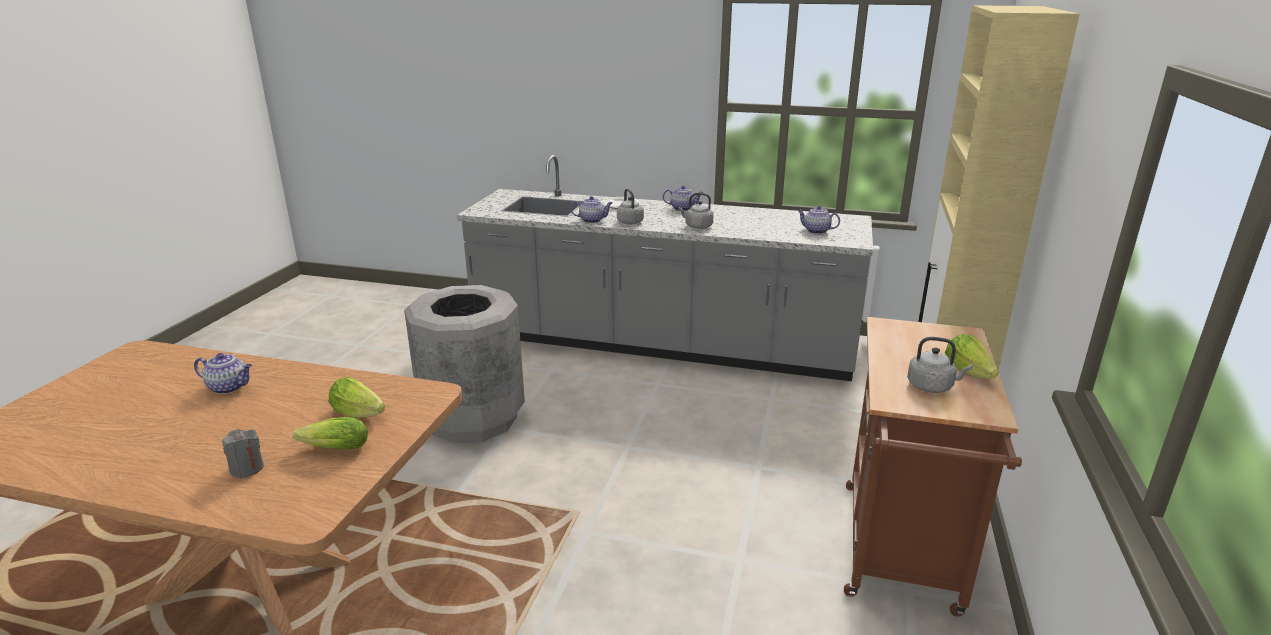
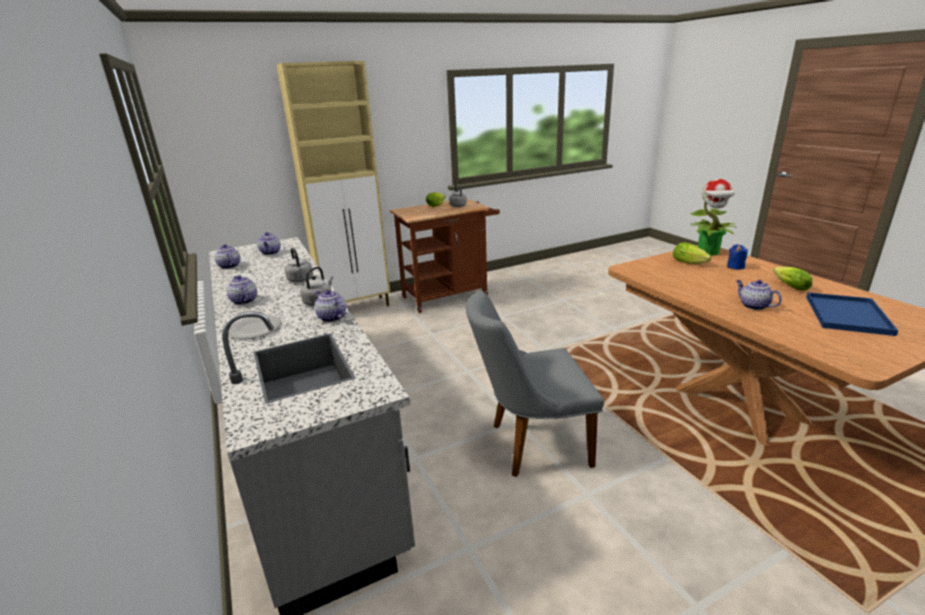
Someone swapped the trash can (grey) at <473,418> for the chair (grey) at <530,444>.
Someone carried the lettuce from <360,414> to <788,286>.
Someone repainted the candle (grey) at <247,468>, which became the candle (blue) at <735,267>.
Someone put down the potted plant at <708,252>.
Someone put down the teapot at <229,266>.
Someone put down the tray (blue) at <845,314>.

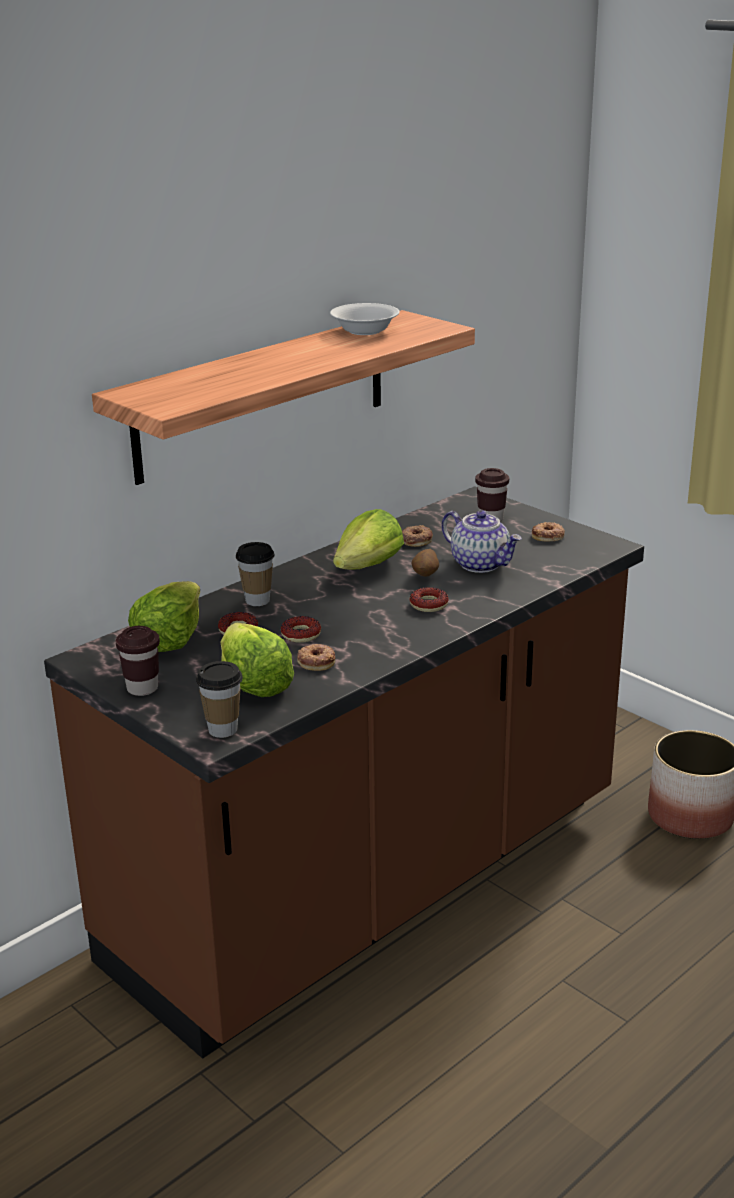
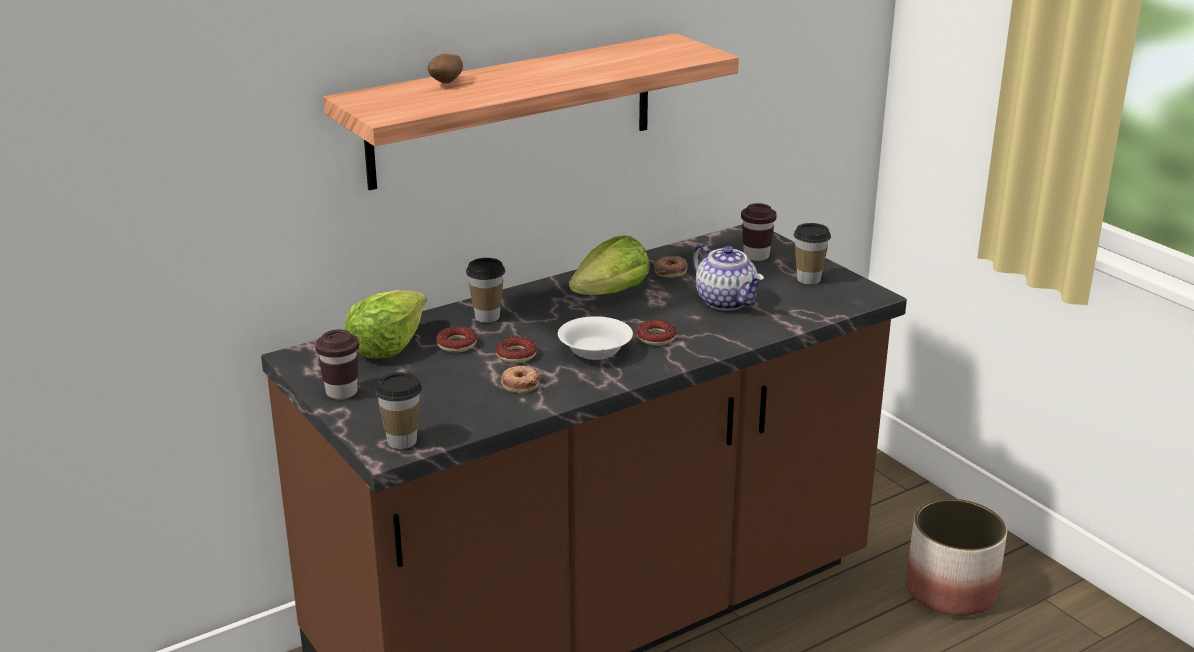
Someone carried the bowl (white) from <364,331> to <594,352>.
Someone swapped the donut at <548,536> for the cup at <808,279>.
Someone carried the potato from <425,575> to <446,83>.
Someone took away the lettuce at <253,683>.

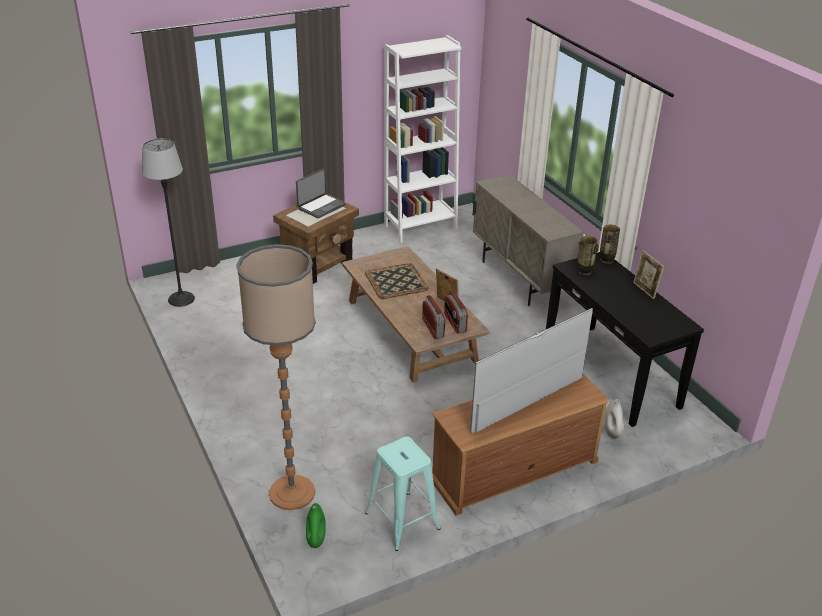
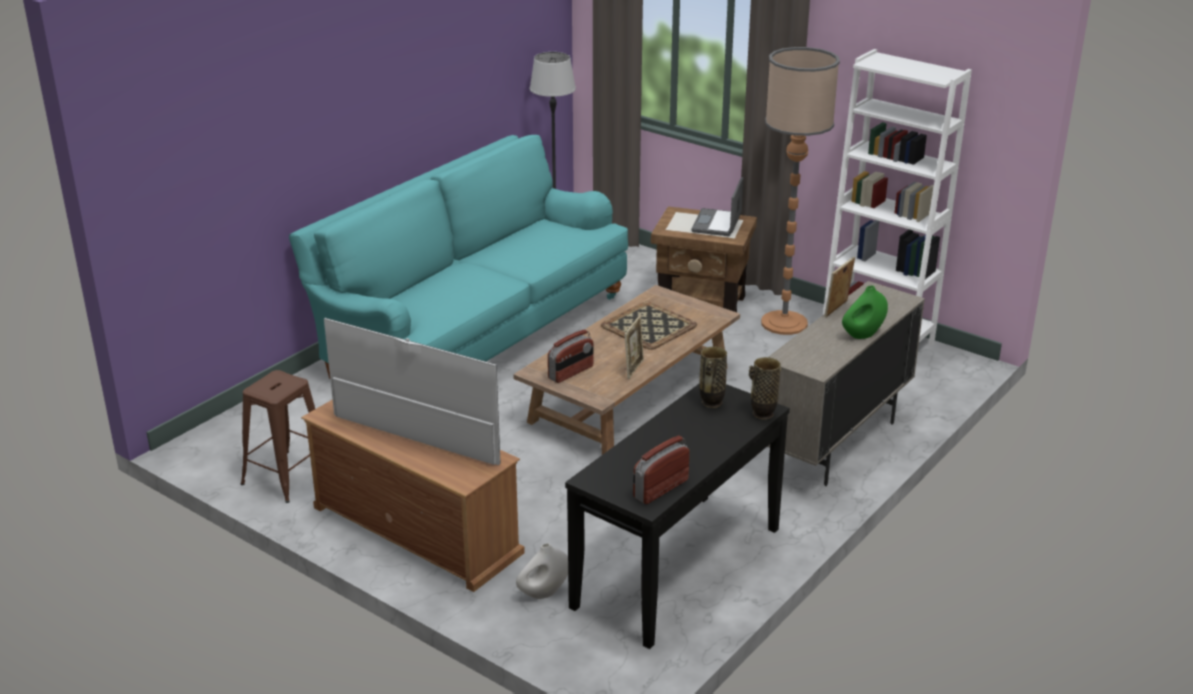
Someone rotated the laptop at <321,206> by 90 degrees clockwise.
Someone carried the floor lamp from <291,493> to <784,323>.
Someone carried the picture frame from <645,290> to <837,310>.
Someone carried the radio from <454,323> to <660,489>.
Someone repainted the stool (turquoise) at <402,521>, which became the stool (brown) at <287,476>.
Someone carried the vase (green) from <316,540> to <862,335>.
Someone put down the sofa (turquoise) at <474,335>.

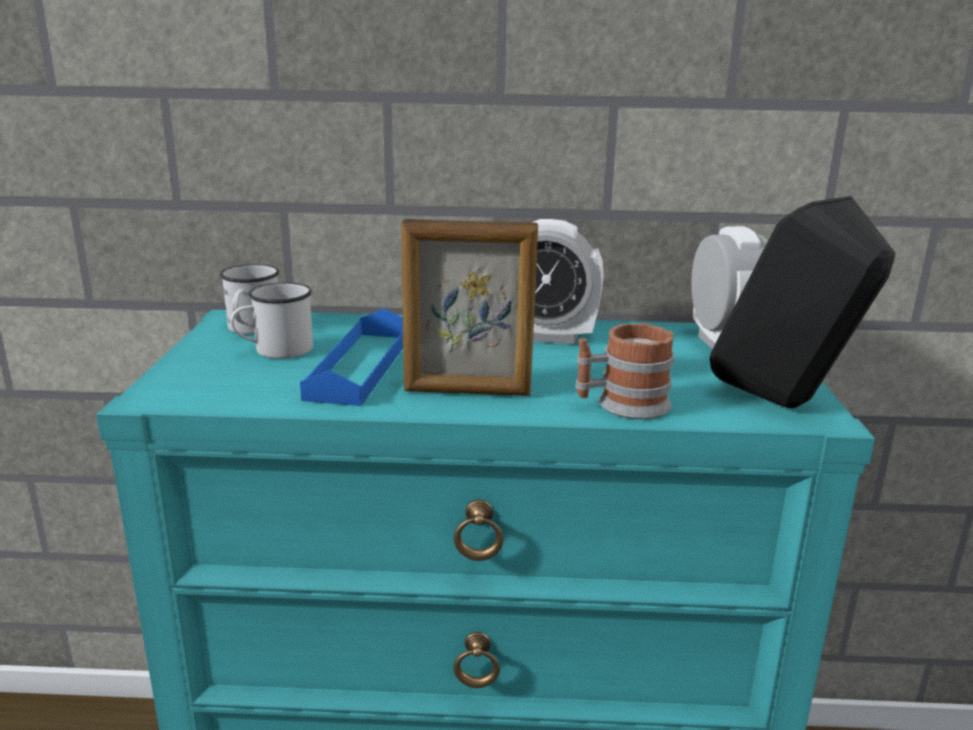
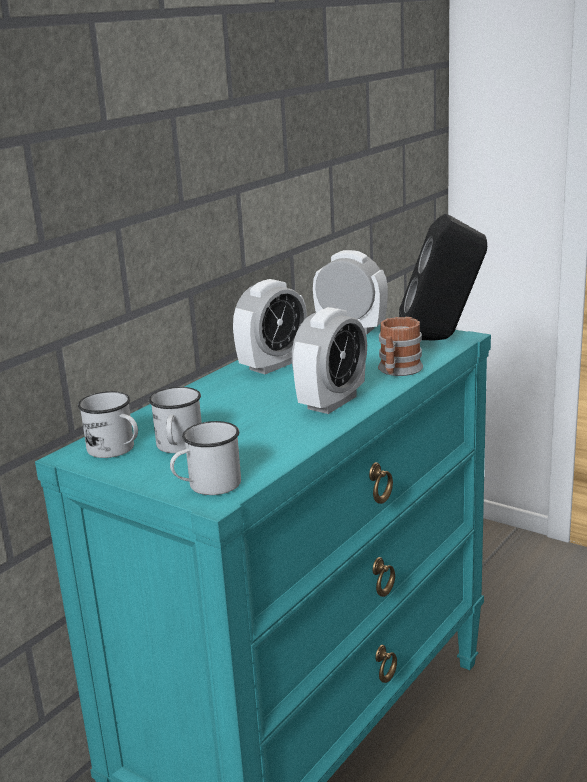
Someone swapped the picture frame at <467,391> for the alarm clock at <332,402>.
Someone took away the tray (blue) at <361,366>.
Someone put down the mug (white) at <207,486>.

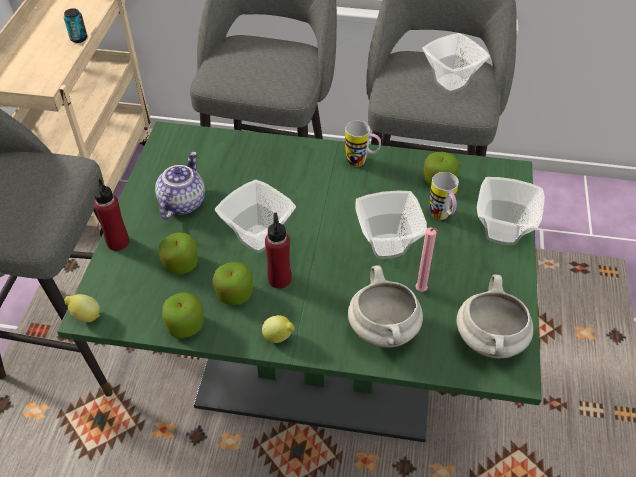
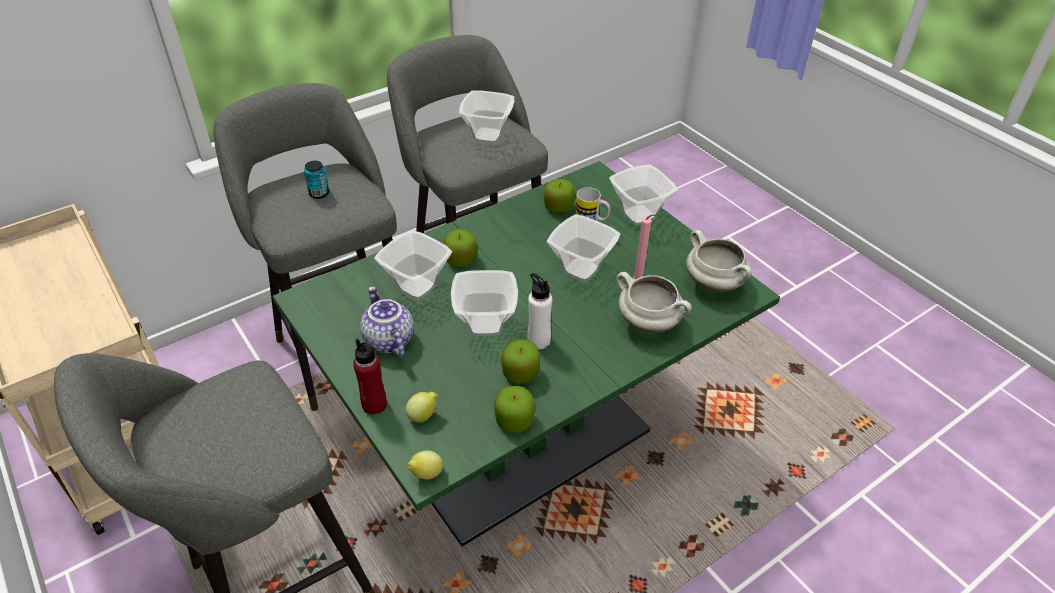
Someone carried the can from <79,38> to <319,193>.
Someone took away the mug at <361,162>.
Someone repainted the bottle (red) at <279,279>, which became the bottle (white) at <538,340>.
Someone carried the apple from <181,264> to <460,259>.
Someone carried the lemon from <279,337> to <423,415>.
Someone put down the bowl at <416,288>.

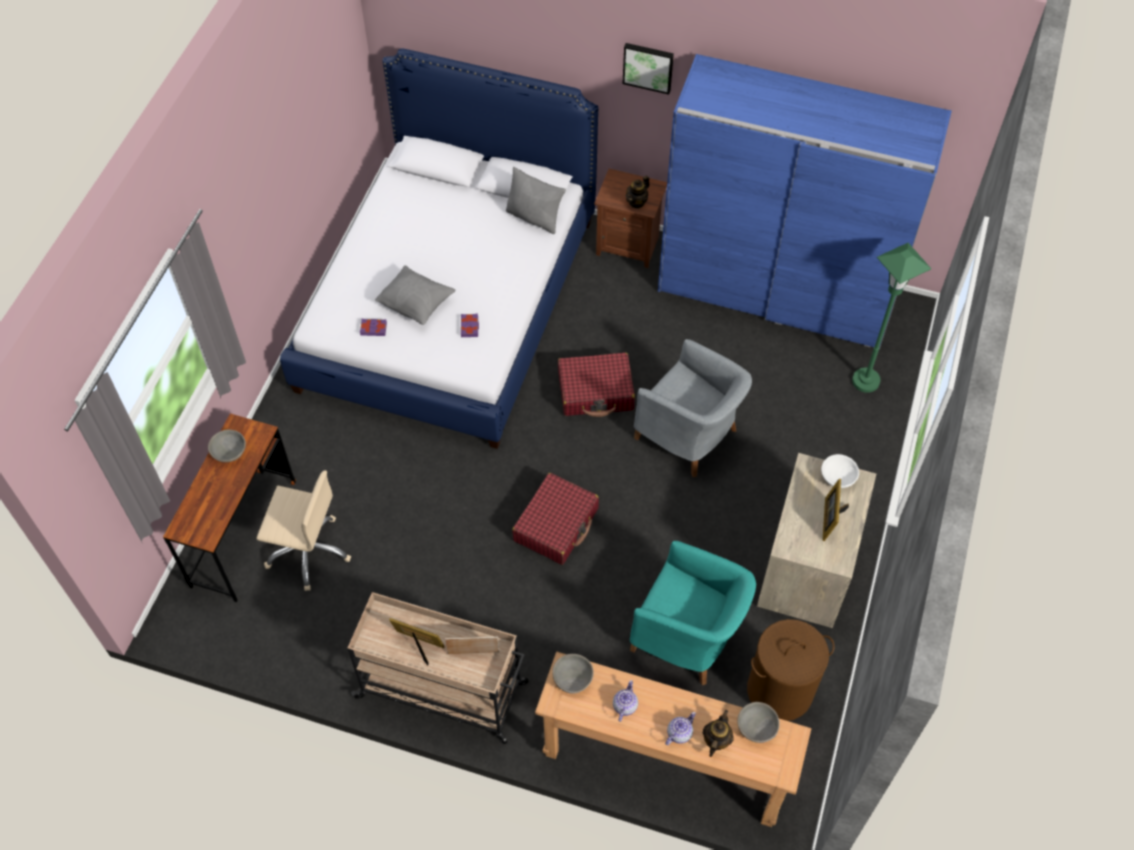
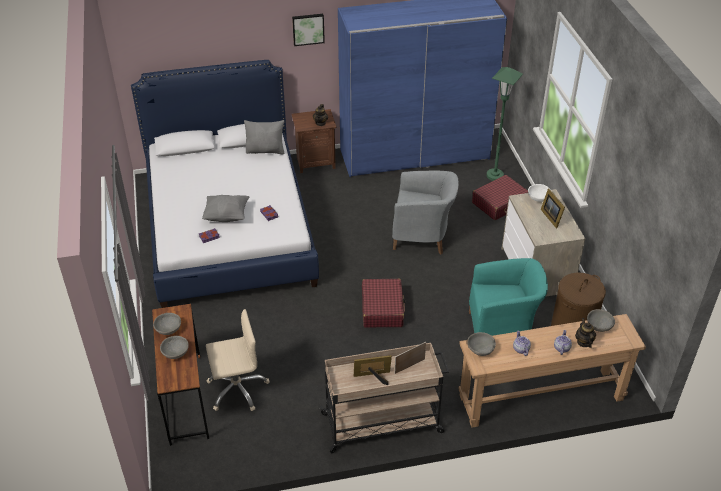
Someone carried the suitcase (red) from <596,391> to <500,203>.
Someone put down the bowl (grey) at <176,352>.

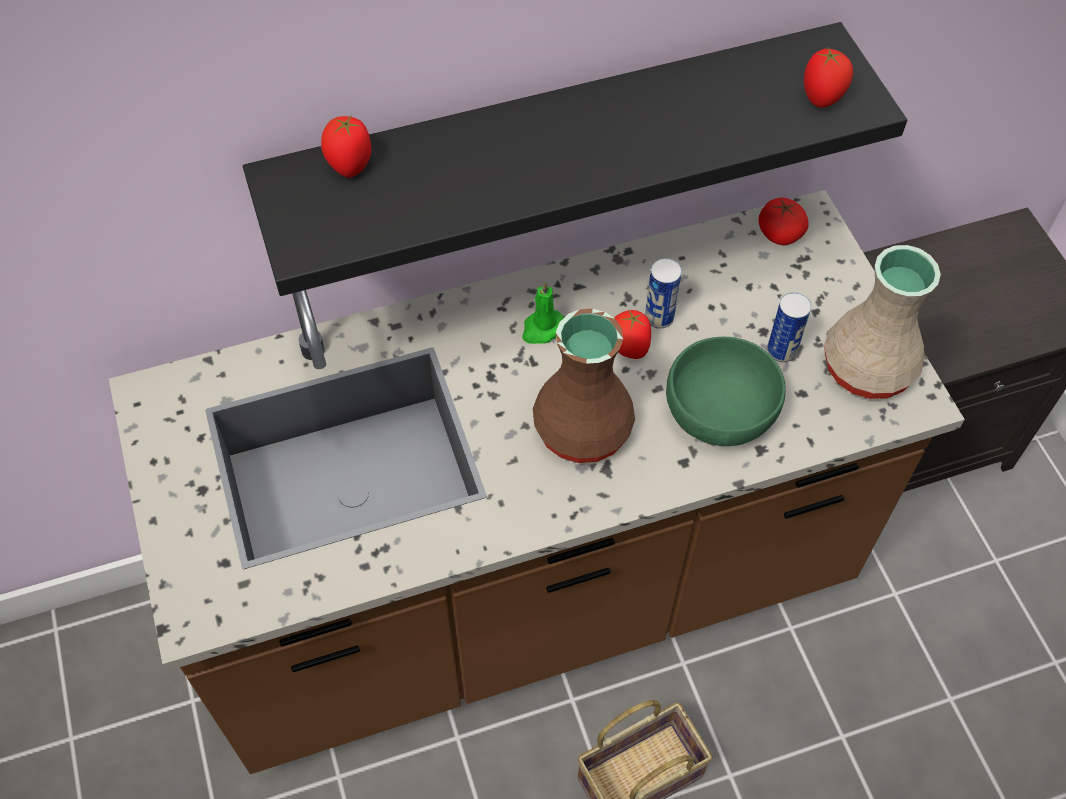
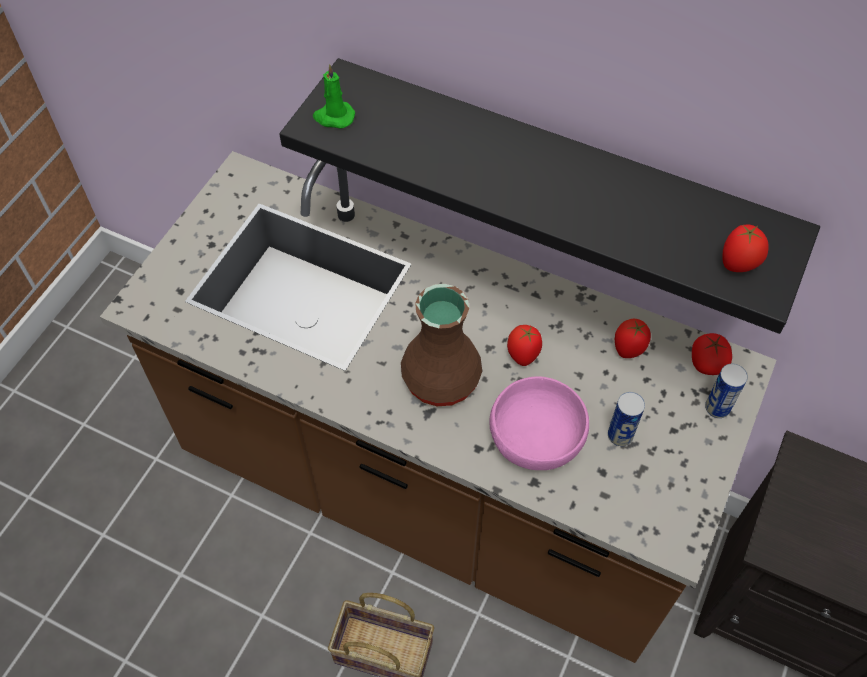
Someone carried the tomato from <350,165> to <629,349>.
Someone took away the vase (beige) at <867,365>.
Someone carried the can from <659,317> to <717,408>.
Someone carried the candle (green) from <542,329> to <333,117>.
Someone repainted the bowl (green) at <721,410>, which became the bowl (pink) at <537,438>.

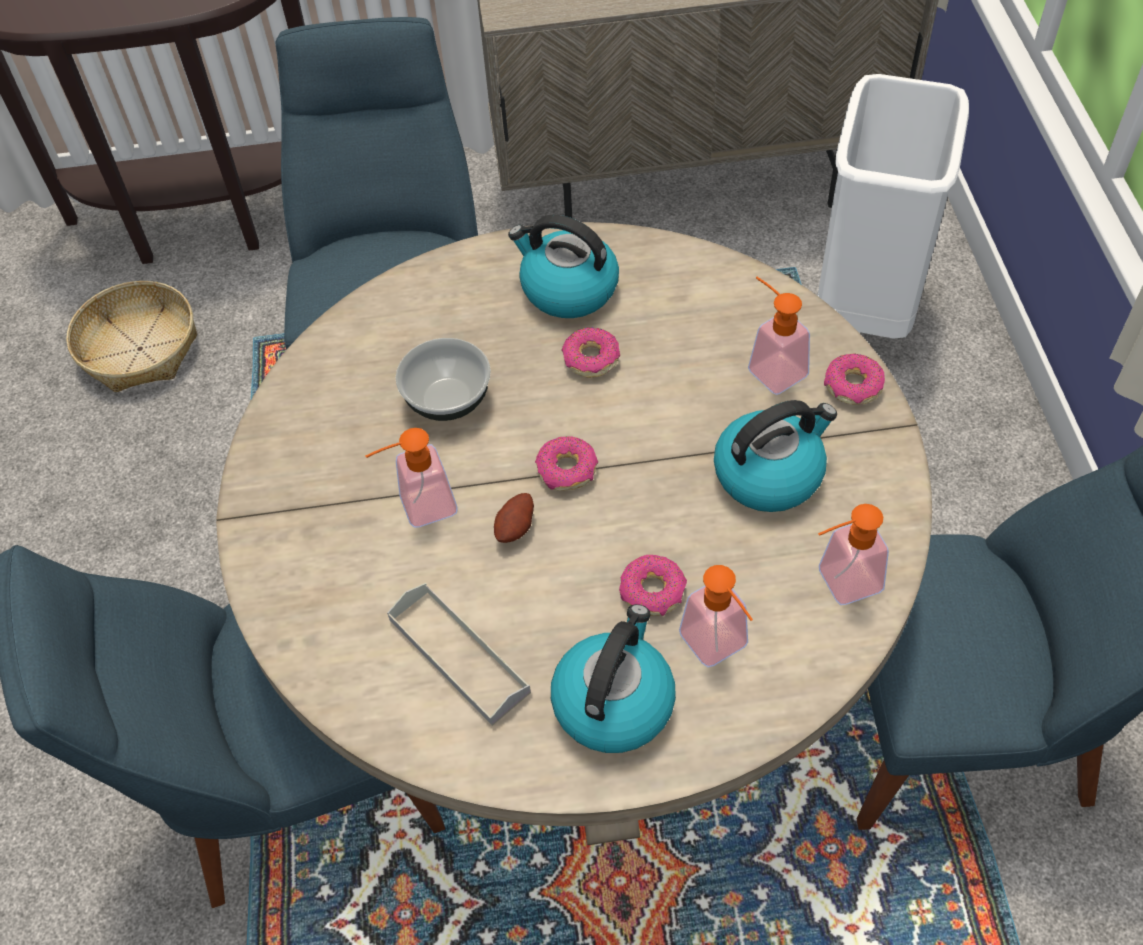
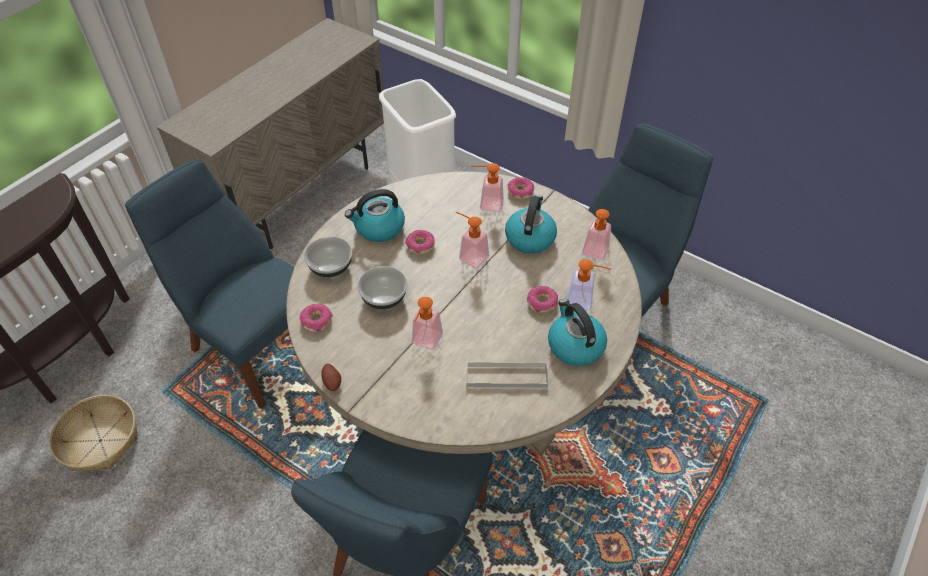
Someone carried the donut from <567,470> to <317,321>.
Someone carried the potato from <516,528> to <332,382>.
Someone put down the soap dispenser at <469,256>.
Someone put down the bowl at <330,267>.

